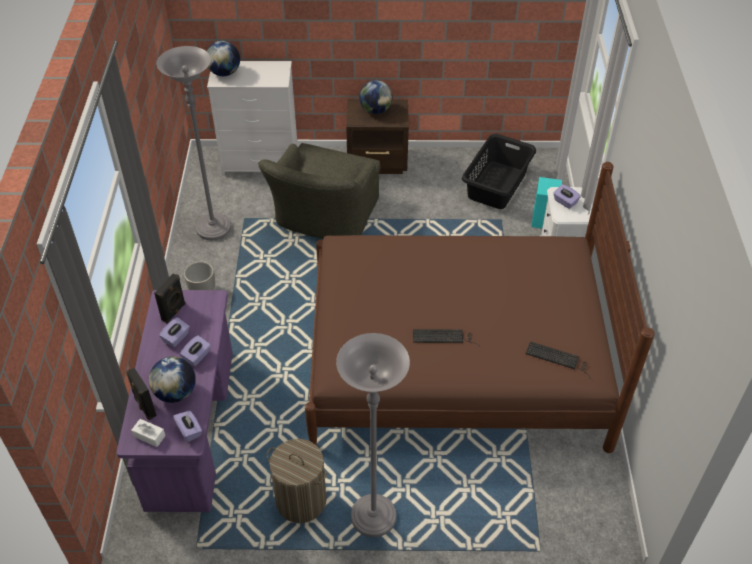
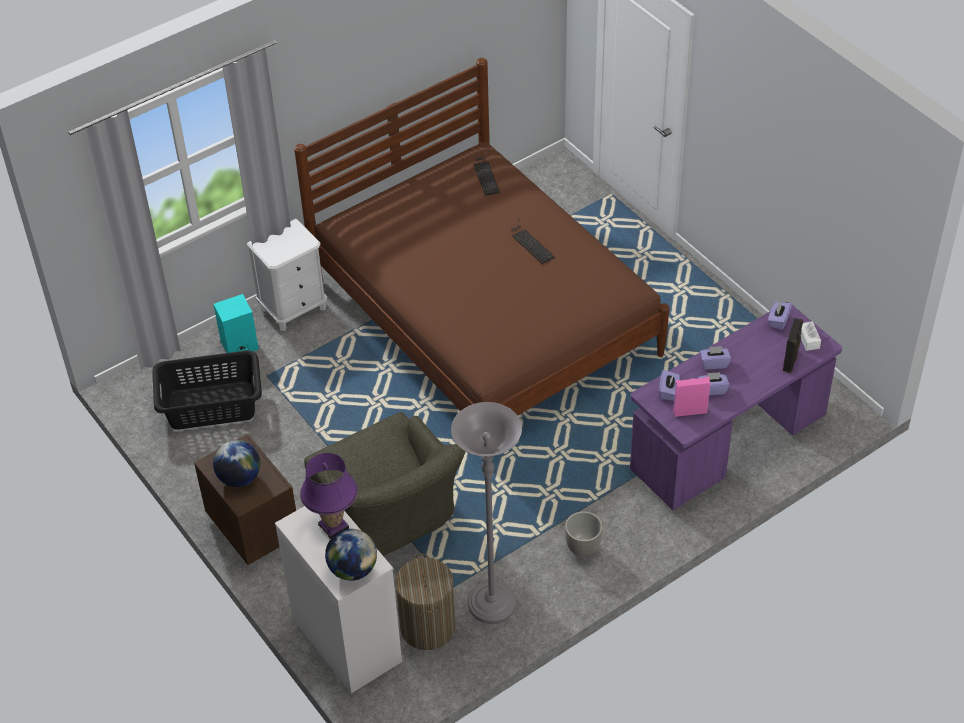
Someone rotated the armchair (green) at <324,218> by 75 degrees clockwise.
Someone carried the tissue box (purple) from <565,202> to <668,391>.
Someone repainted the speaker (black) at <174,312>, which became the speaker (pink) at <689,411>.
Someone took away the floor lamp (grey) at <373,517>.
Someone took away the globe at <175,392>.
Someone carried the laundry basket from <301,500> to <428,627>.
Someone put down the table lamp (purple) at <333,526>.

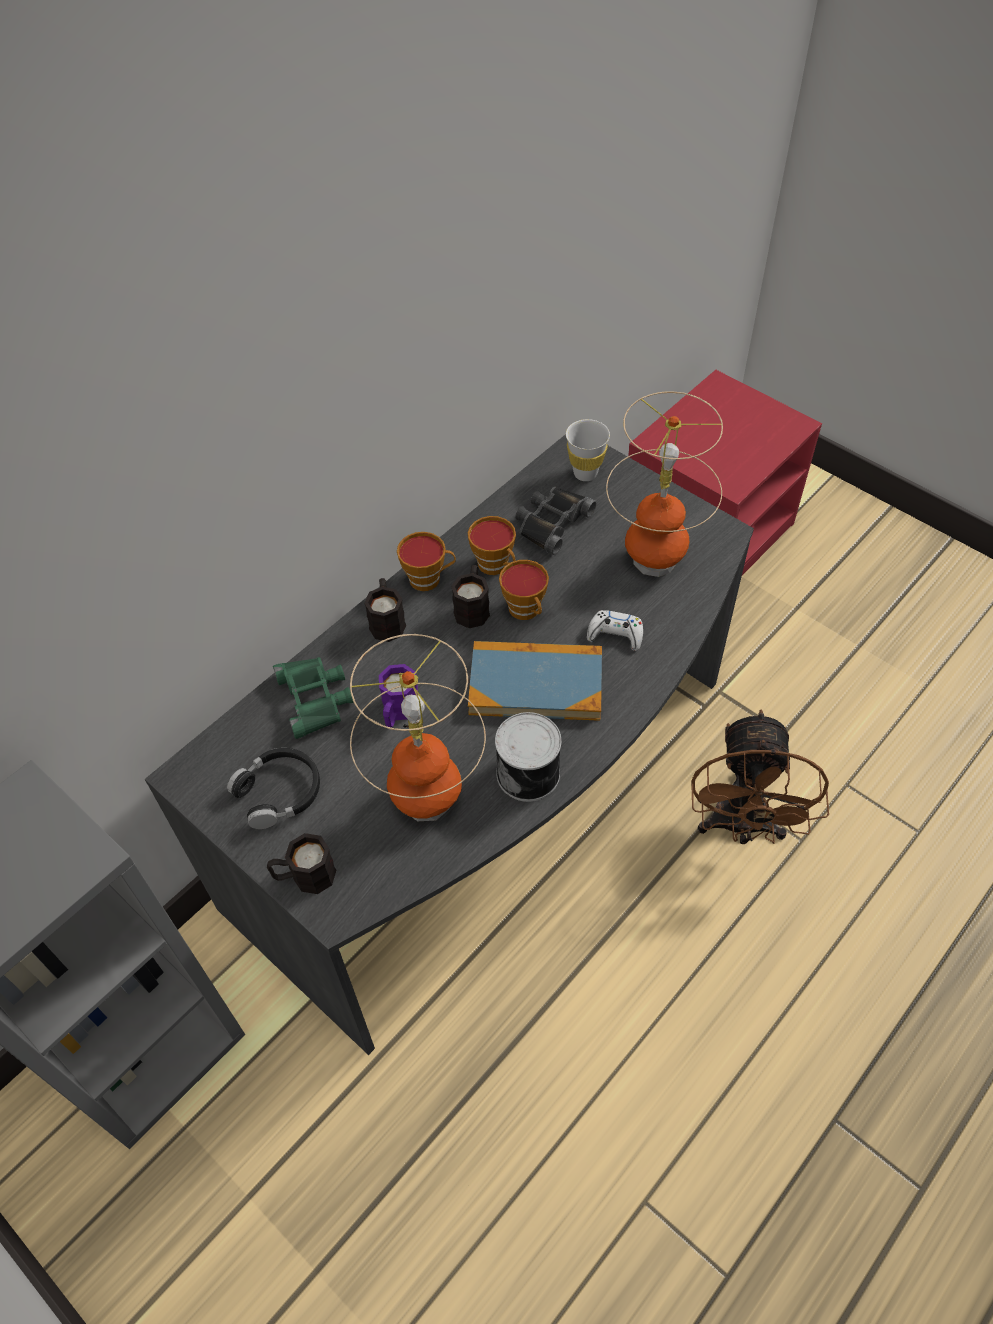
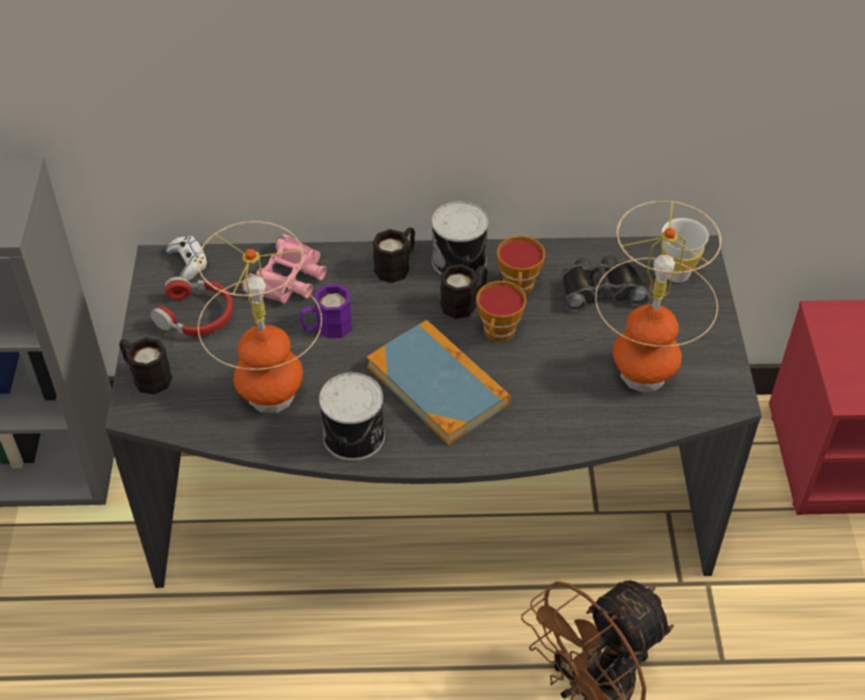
Someone swapped the cup at <428,579> for the can at <460,260>.
Someone carried the game controller (white) from <615,634> to <188,262>.
Someone repainted the binoculars (green) at <315,698>, which became the binoculars (pink) at <289,278>.
Someone repainted the headphones (black) at <279,792>, which became the headphones (red) at <196,315>.

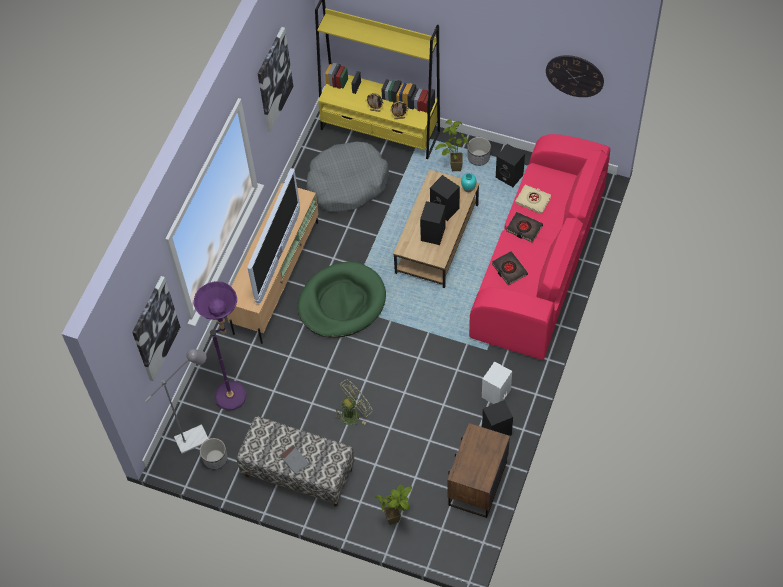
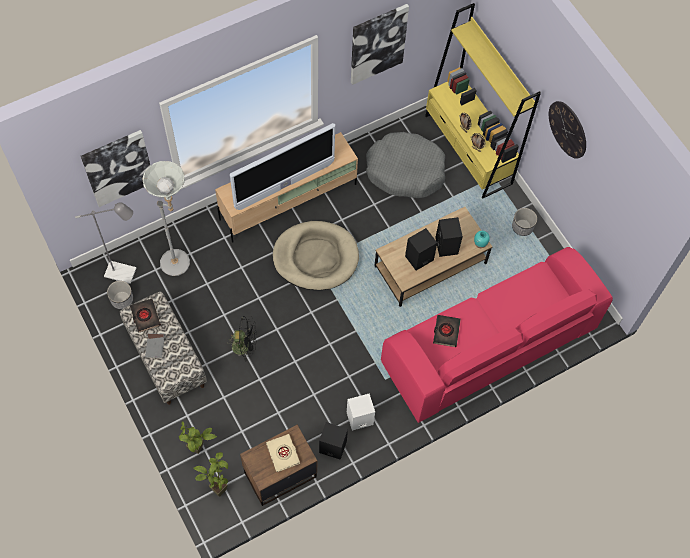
Someone carried the wall clock from <574,75> to <567,129>.
Someone carried the potted plant from <451,166> to <217,485>.
Someone took away the speaker (black) at <510,176>.
Someone carried the book (beige) from <533,200> to <283,453>.
Someone carried the book (black) from <524,228> to <145,316>.
Someone repainted the dog bed (green) at <342,302>, which became the dog bed (beige) at <315,257>.
Someone repainted the floor lamp (purple) at <237,392>, which became the floor lamp (grey) at <181,264>.
Someone repainted the fan (green) at <353,413>, which became the fan (black) at <245,346>.

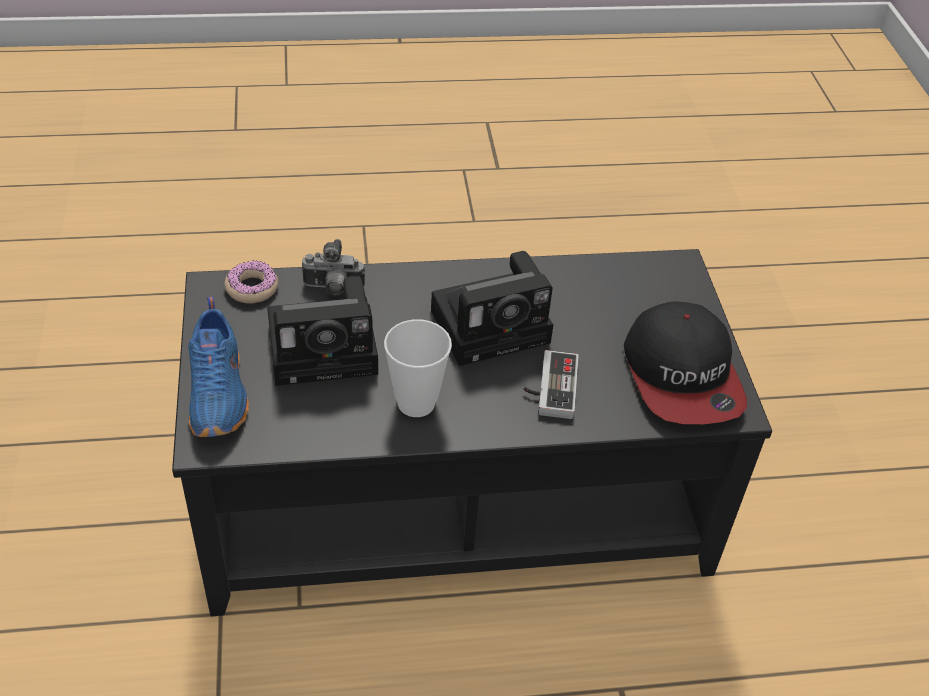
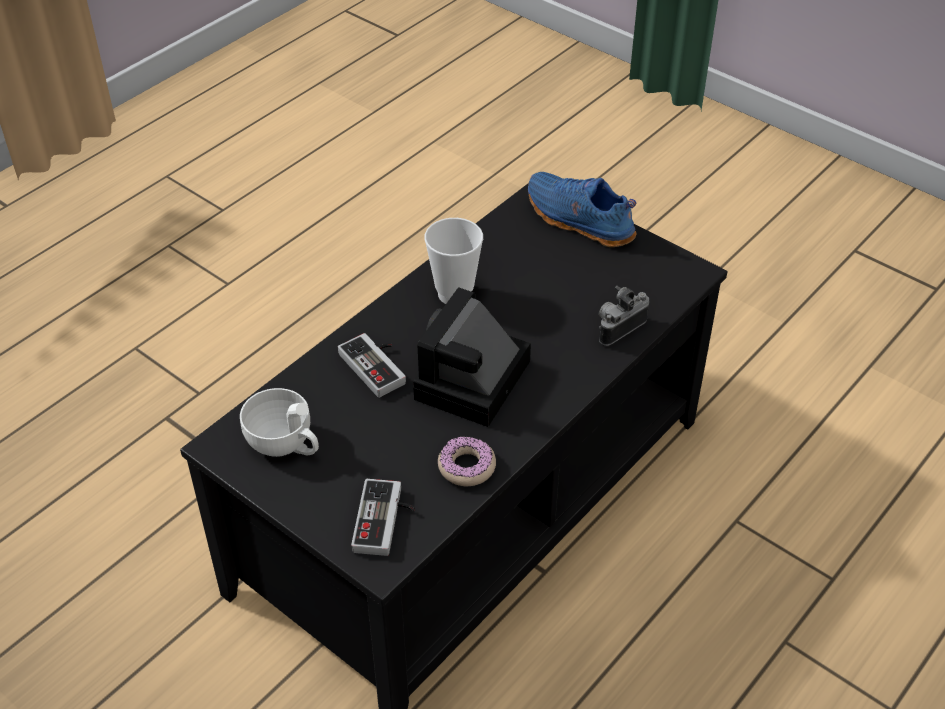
Someone carried the donut from <252,288> to <466,467>.
Someone took away the photo camera at <328,348>.
Someone swapped the cap at <682,376> for the cup (white) at <285,444>.
Someone put down the game controller at <386,521>.

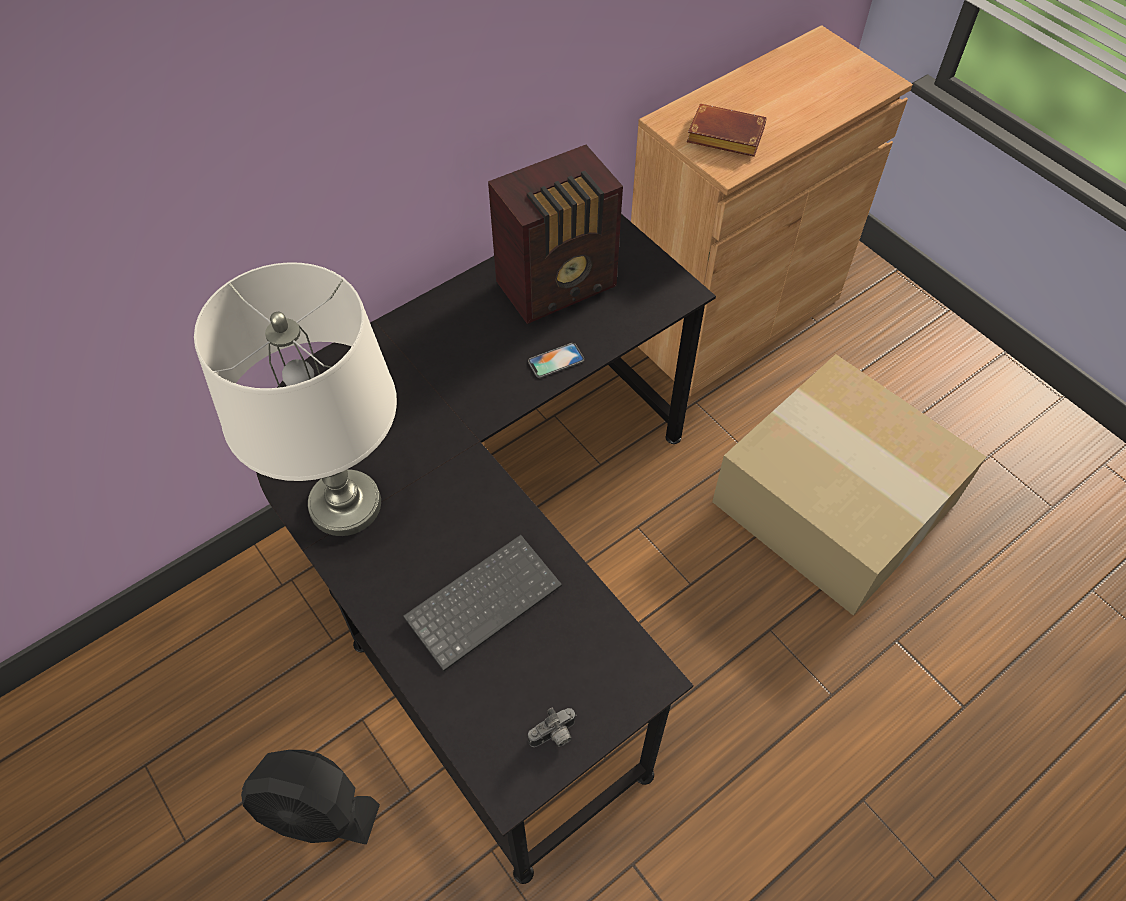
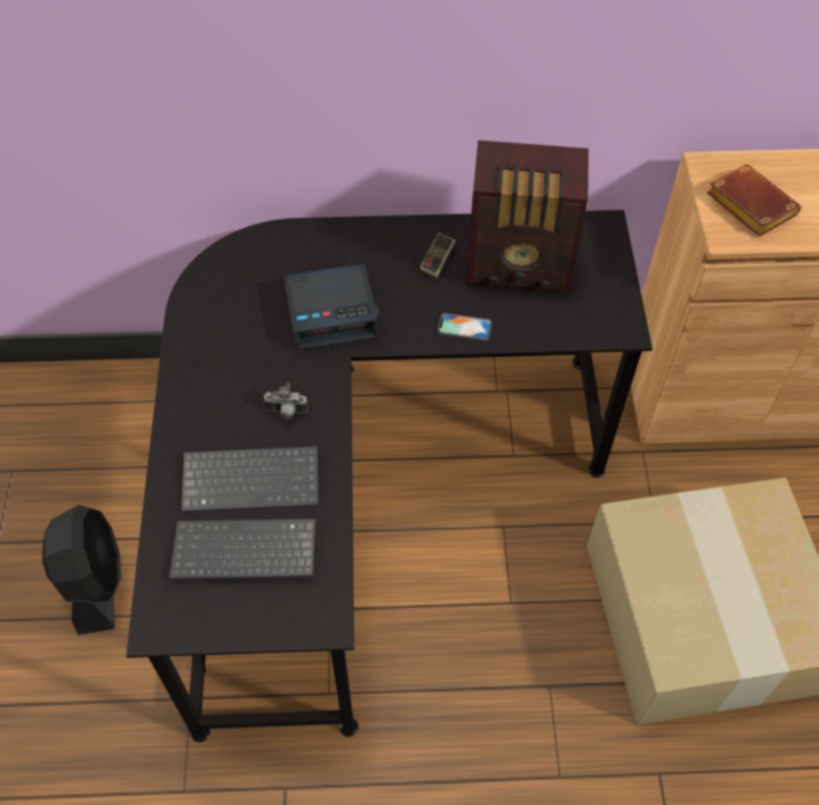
Someone took away the table lamp (white) at <344,504>.
Someone carried the photo camera from <554,736> to <286,412>.
Someone rotated the fan (black) at <317,811> by 150 degrees counterclockwise.
Someone put down the game controller at <437,261>.
Someone put down the alarm clock at <332,313>.
Someone put down the keyboard at <242,554>.

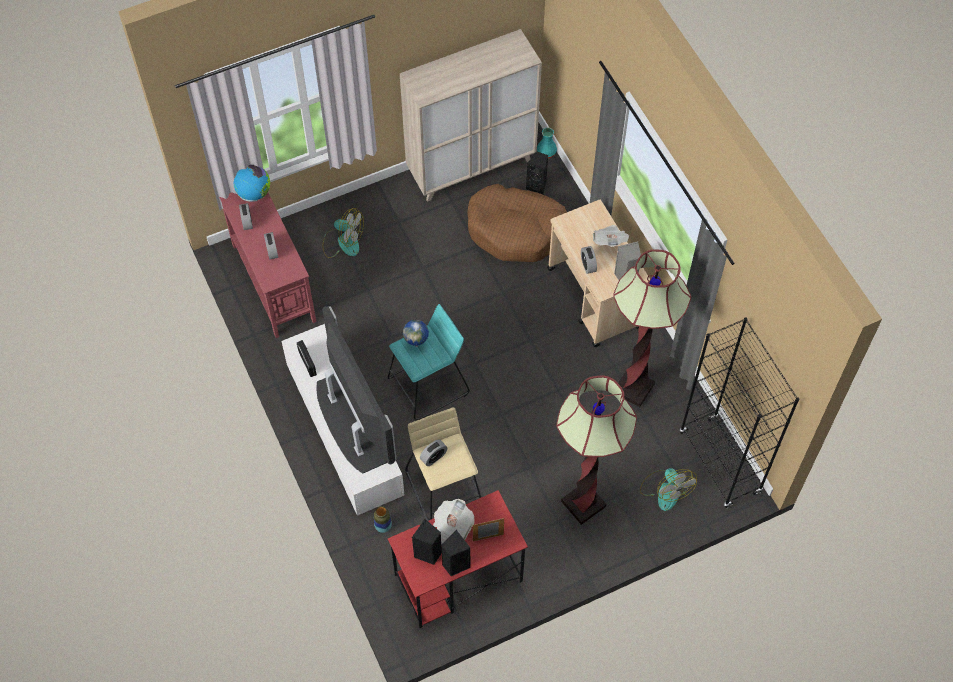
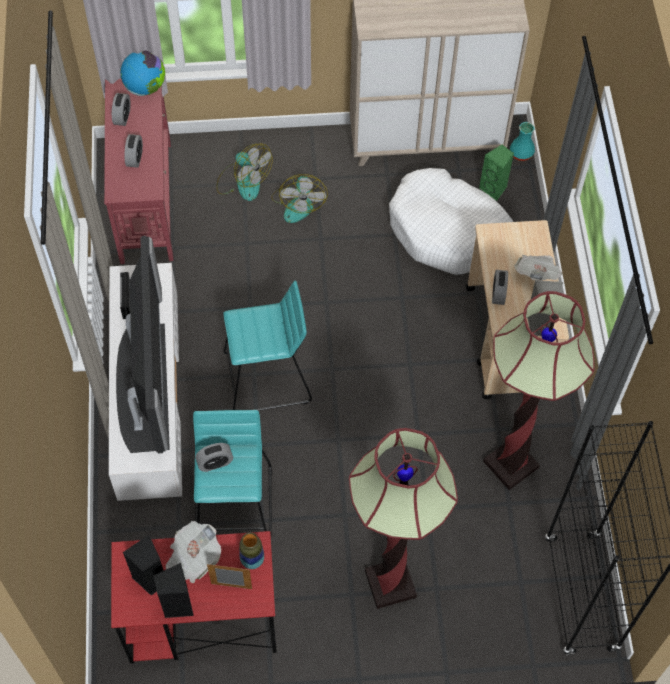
Someone repainted the speaker (black) at <537,186>, which became the speaker (green) at <494,188>.
Someone repainted the dog bed (brown) at <516,230>, which became the dog bed (white) at <448,231>.
Someone took away the globe at <417,344>.
Someone repainted the stool (beige) at <445,487>, which became the stool (turquoise) at <234,504>.
Someone carried the fan from <665,490> to <298,203>.
Someone carried the vase from <383,526> to <252,560>.

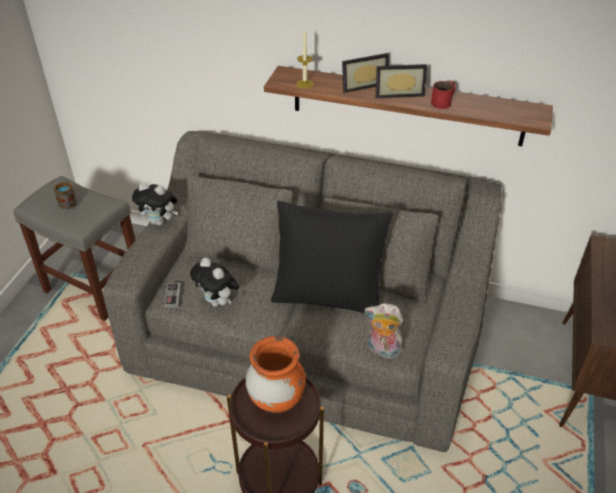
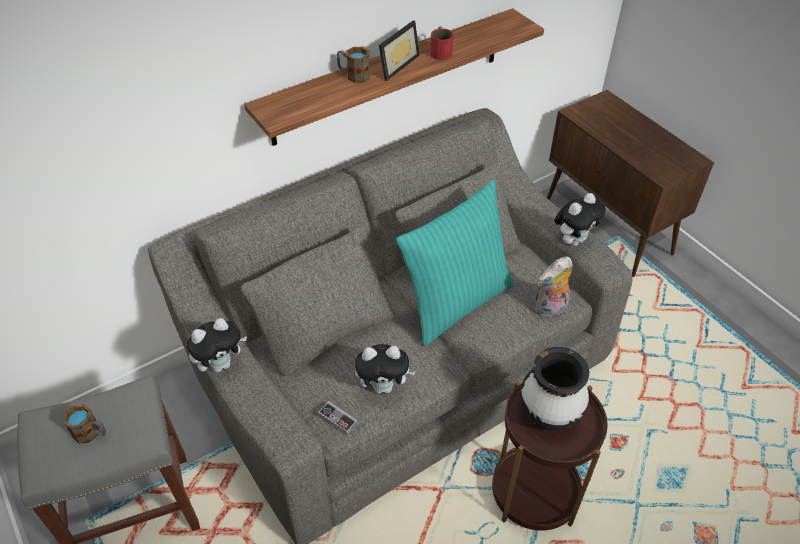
Someone took away the candle at <305,84>.
Someone swapped the picture frame at <362,84> for the mug at <353,75>.
Someone repainted the pillow (black) at <328,295>, which became the pillow (turquoise) at <455,302>.
Someone repainted the vase (orange) at <276,400>, which became the vase (black) at <548,415>.
Someone put down the plush toy at <573,240>.

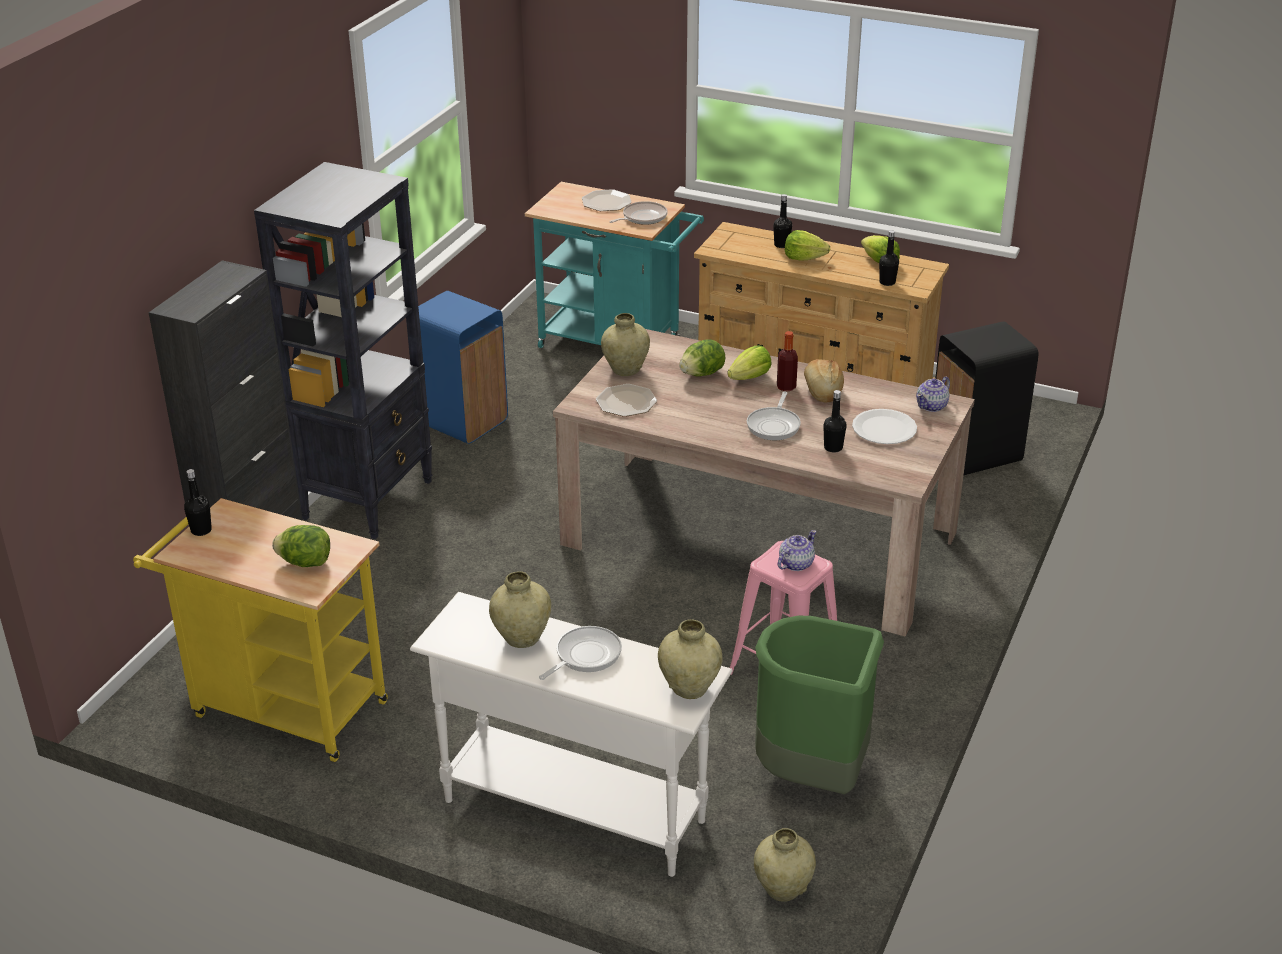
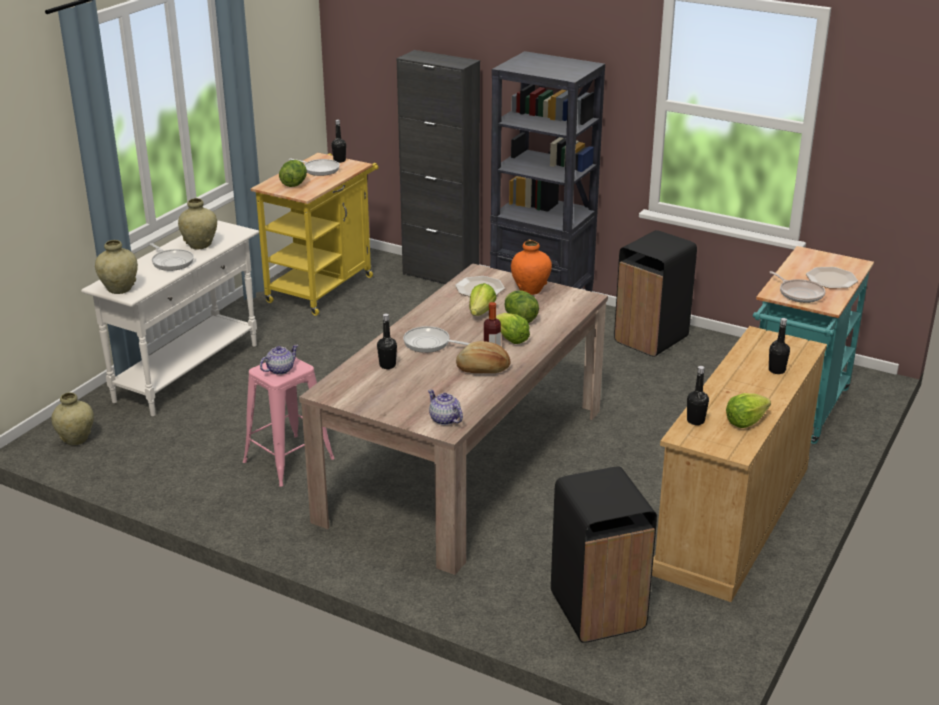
Someone carried the lettuce from <804,258> to <481,312>.
Someone repainted the trash can (blue) at <462,421>, which became the trash can (black) at <652,339>.
Someone repainted the vase (beige) at <625,370>, which became the vase (orange) at <530,290>.
Someone took away the plate (white) at <884,429>.
Someone rotated the teapot at <795,564> by 90 degrees counterclockwise.
Someone took away the trash can (green) at <812,776>.
Someone put down the frying pan at <319,169>.

